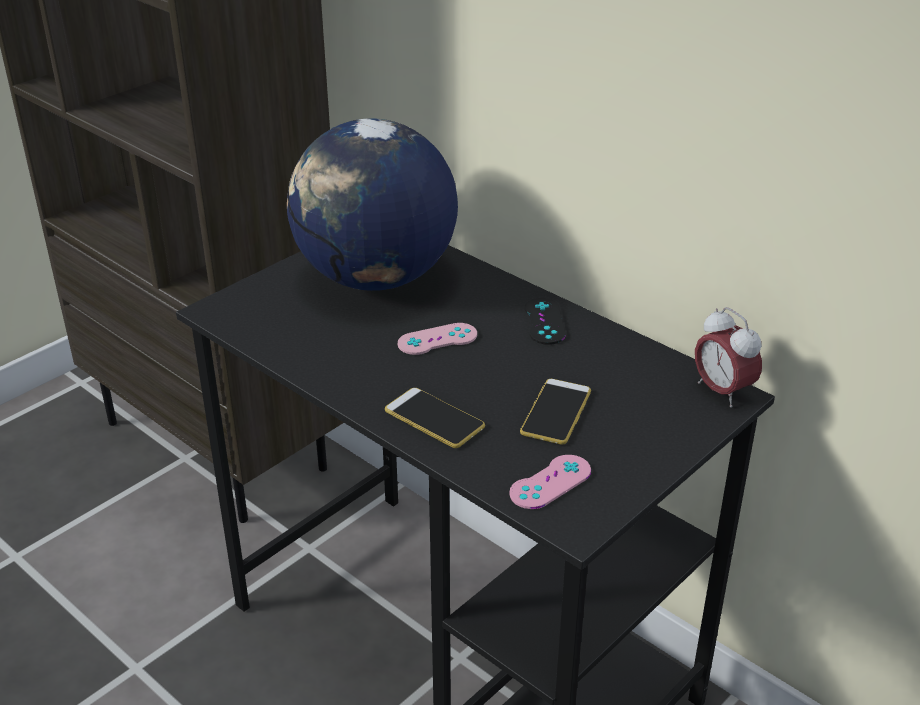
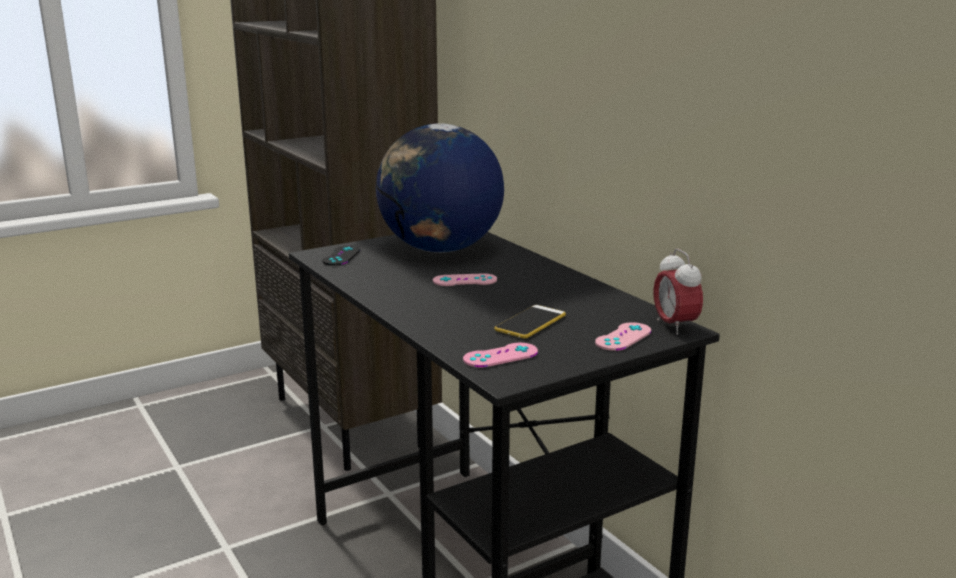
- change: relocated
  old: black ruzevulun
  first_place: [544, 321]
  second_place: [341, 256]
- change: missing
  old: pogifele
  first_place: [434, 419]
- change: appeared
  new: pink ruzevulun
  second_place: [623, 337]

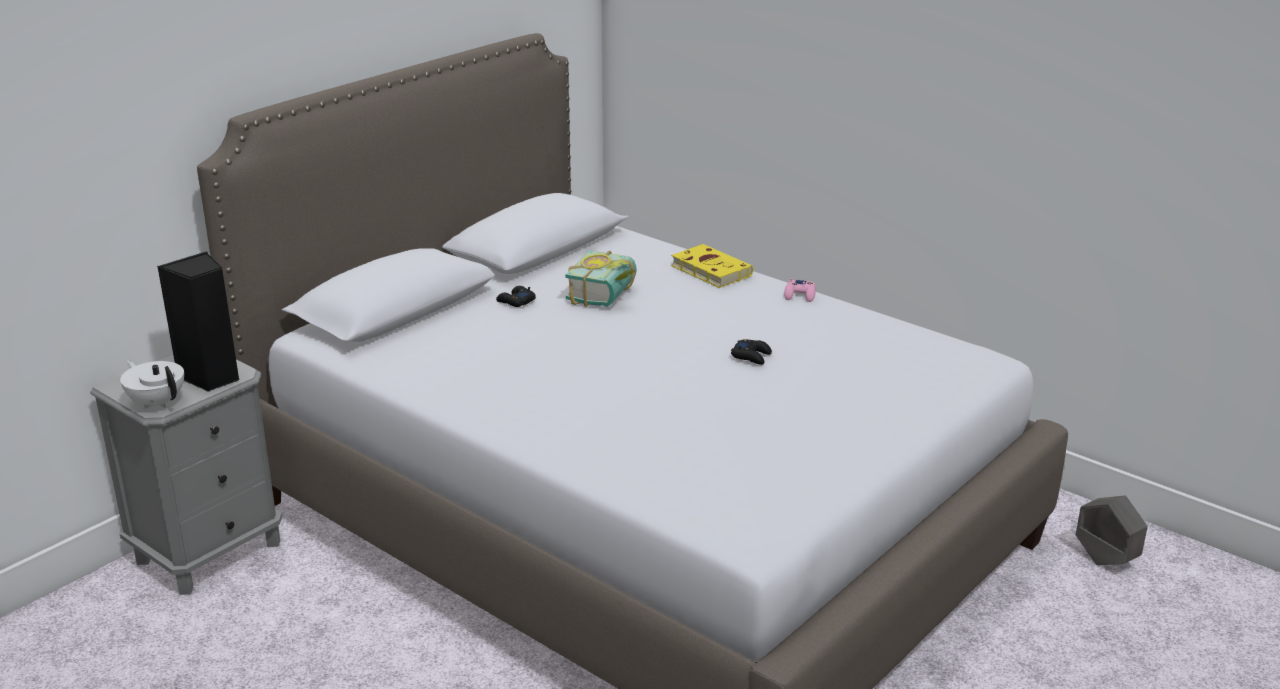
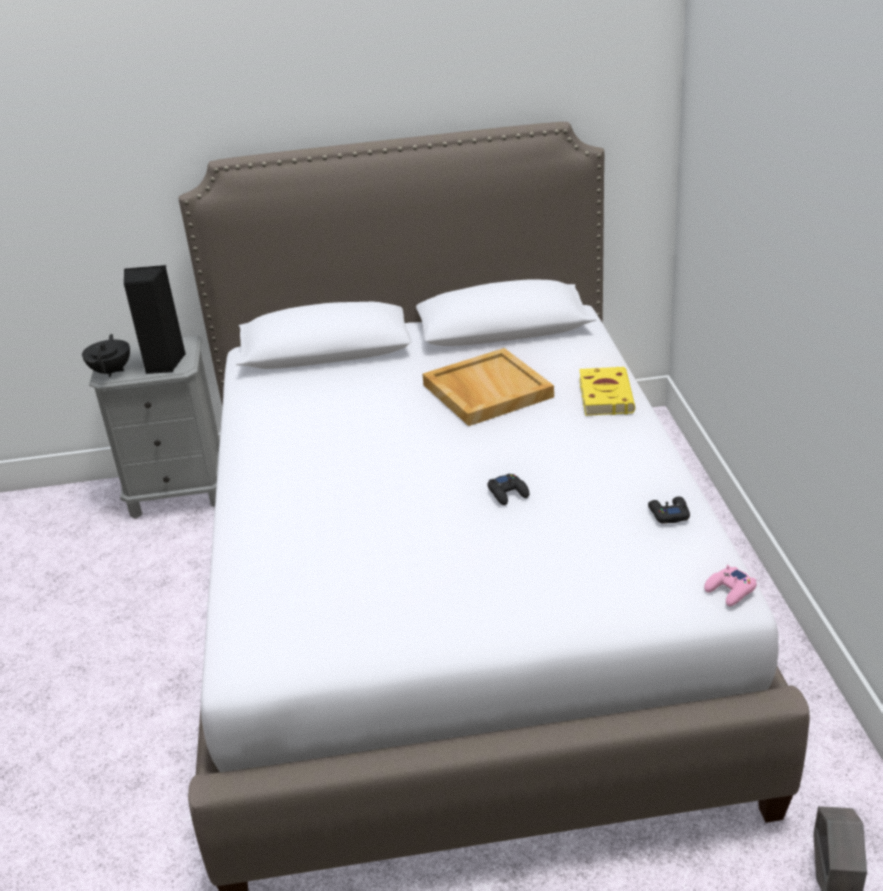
- change: exchanged
  old: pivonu
  new: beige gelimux
  first_place: [608, 296]
  second_place: [486, 391]
- change: relocated
  old: pink ruzevulun
  first_place: [800, 295]
  second_place: [730, 591]
- change: relocated
  old: black ruzevulun
  first_place: [516, 301]
  second_place: [668, 514]
- change: colour
  old: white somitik
  new: black somitik
  first_place: [157, 402]
  second_place: [112, 371]

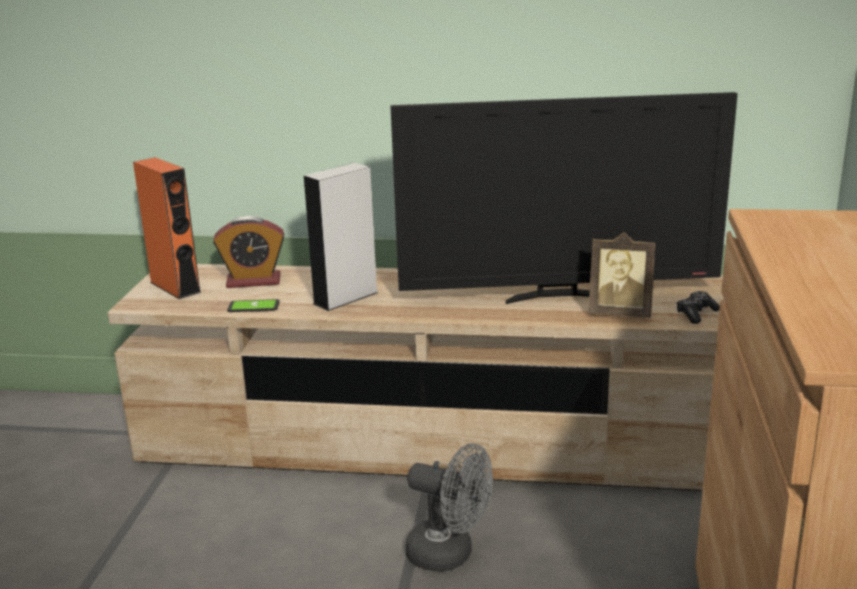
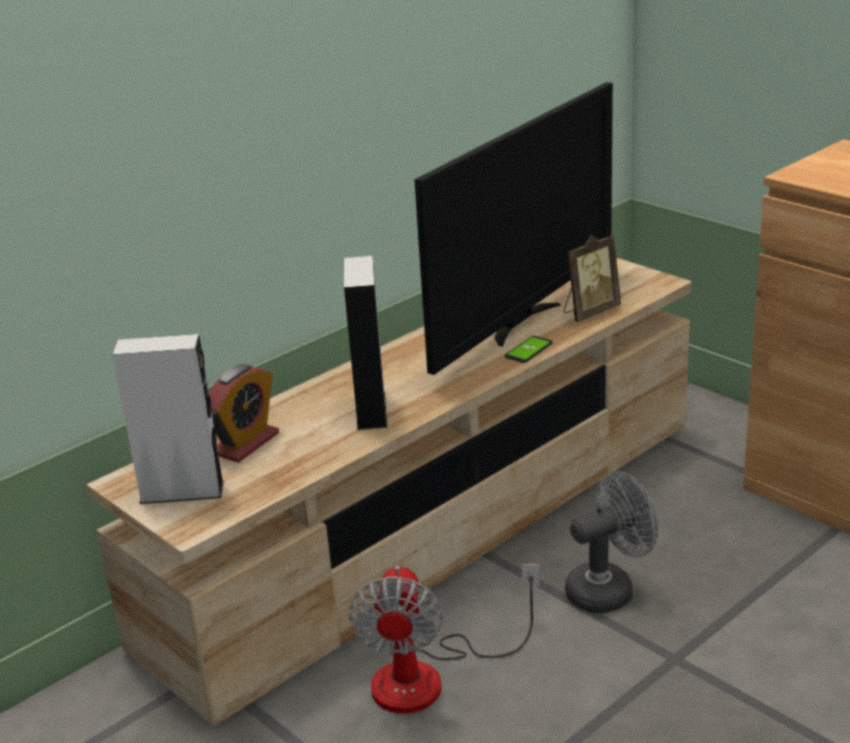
- change: colour
  old: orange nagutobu
  new: grey nagutobu
  first_place: [175, 287]
  second_place: [182, 492]
- change: missing
  old: ruzevulun
  first_place: [696, 314]
- change: relocated
  old: pogifele
  first_place: [253, 307]
  second_place: [528, 350]
- change: appeared
  new: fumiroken
  second_place: [429, 676]

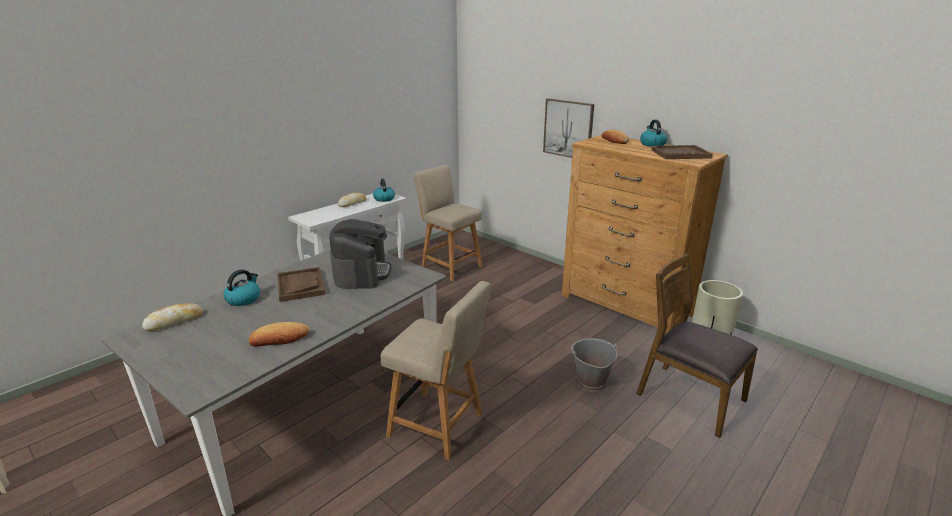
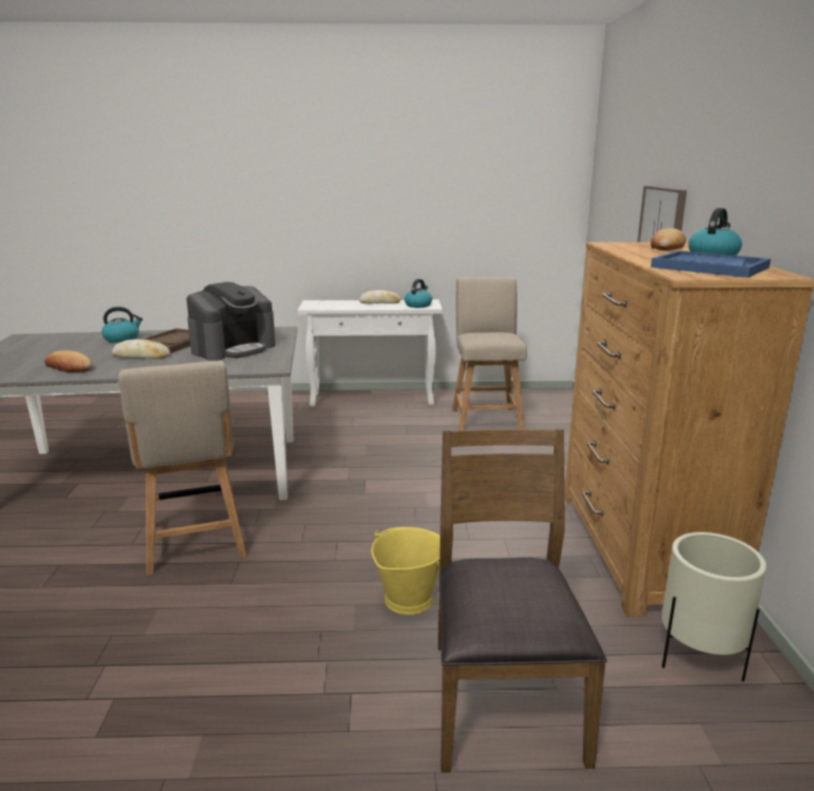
- change: colour
  old: brown gelimux
  new: blue gelimux
  first_place: [680, 154]
  second_place: [709, 267]
- change: relocated
  old: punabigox
  first_place: [174, 321]
  second_place: [141, 356]
- change: colour
  old: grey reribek
  new: yellow reribek
  first_place: [590, 382]
  second_place: [408, 598]

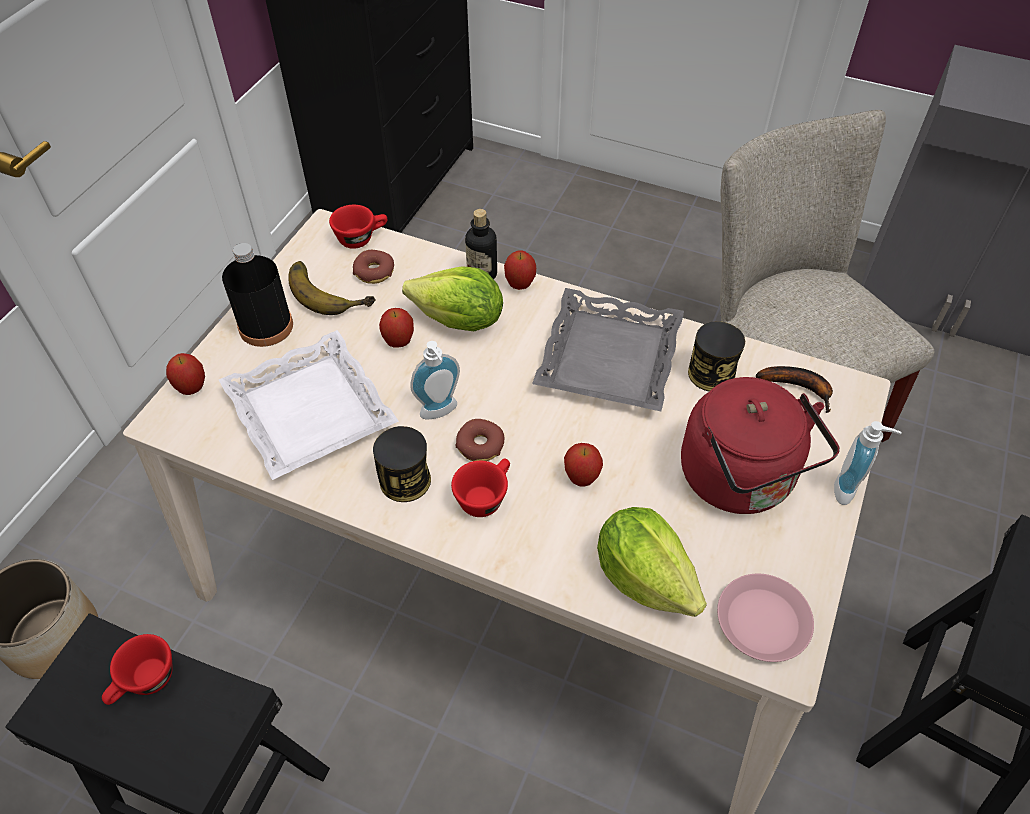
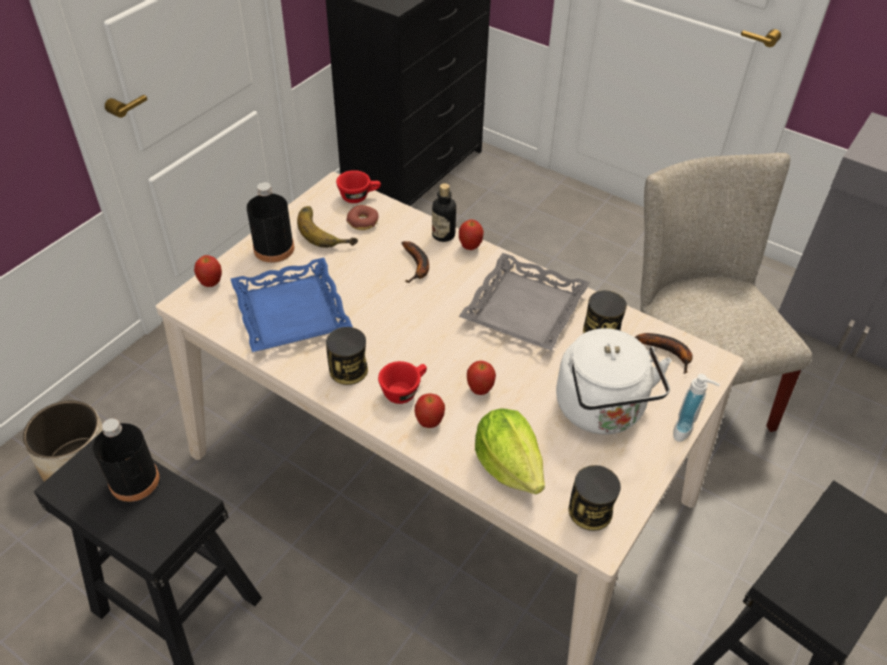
- change: exchanged
  old: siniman
  new: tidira
  first_place: [459, 321]
  second_place: [417, 266]
- change: relocated
  old: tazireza
  first_place: [399, 342]
  second_place: [429, 422]
- change: colour
  old: white gelimux
  new: blue gelimux
  first_place: [308, 412]
  second_place: [290, 312]
- change: missing
  old: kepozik
  first_place: [440, 413]
- change: colour
  old: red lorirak
  new: white lorirak
  first_place: [741, 481]
  second_place: [602, 411]
- change: missing
  old: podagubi
  first_place: [480, 445]
- change: exchanged
  old: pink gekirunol
  new: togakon
  first_place: [762, 621]
  second_place: [590, 511]
- change: exchanged
  old: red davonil
  new: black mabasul
  first_place: [145, 683]
  second_place: [134, 481]

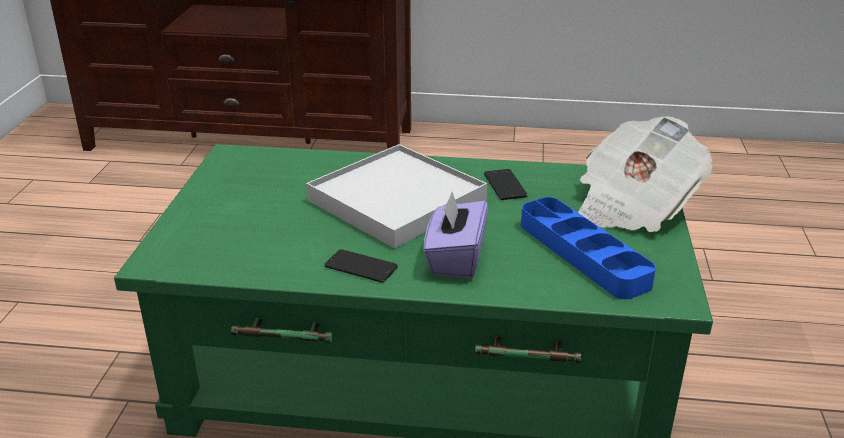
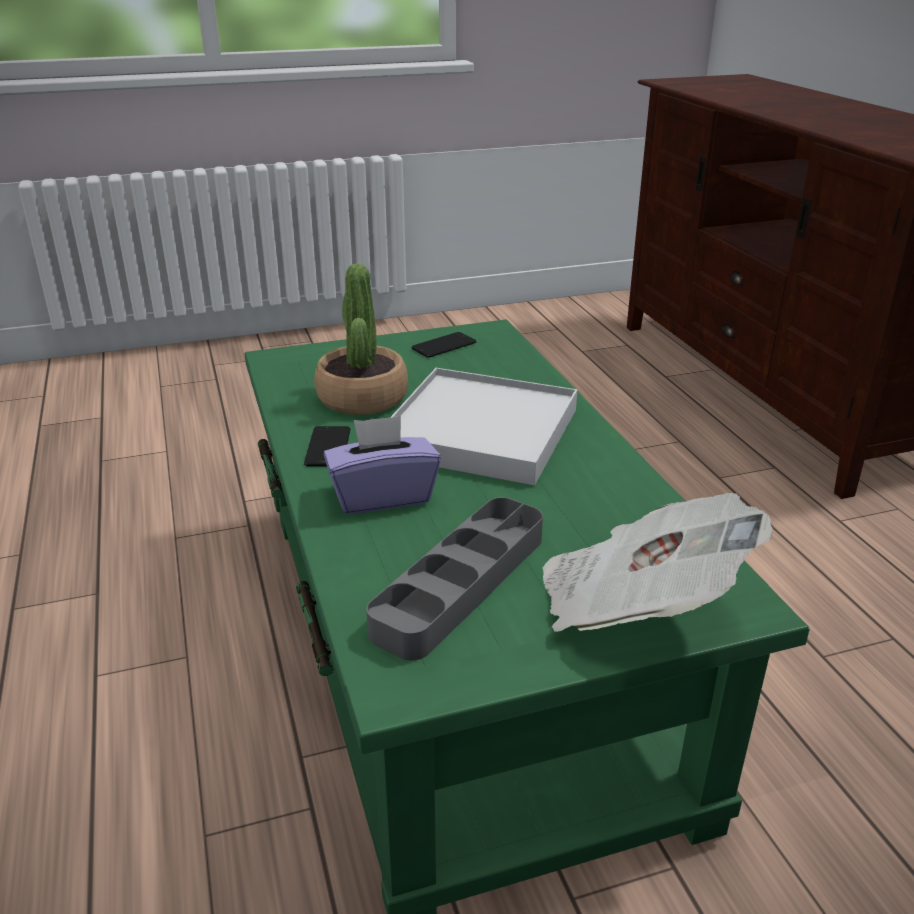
- change: relocated
  old: pogifele
  first_place: [505, 185]
  second_place: [444, 346]
- change: colour
  old: blue gelimux
  new: grey gelimux
  first_place: [583, 253]
  second_place: [460, 583]
- change: appeared
  new: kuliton
  second_place: [362, 397]

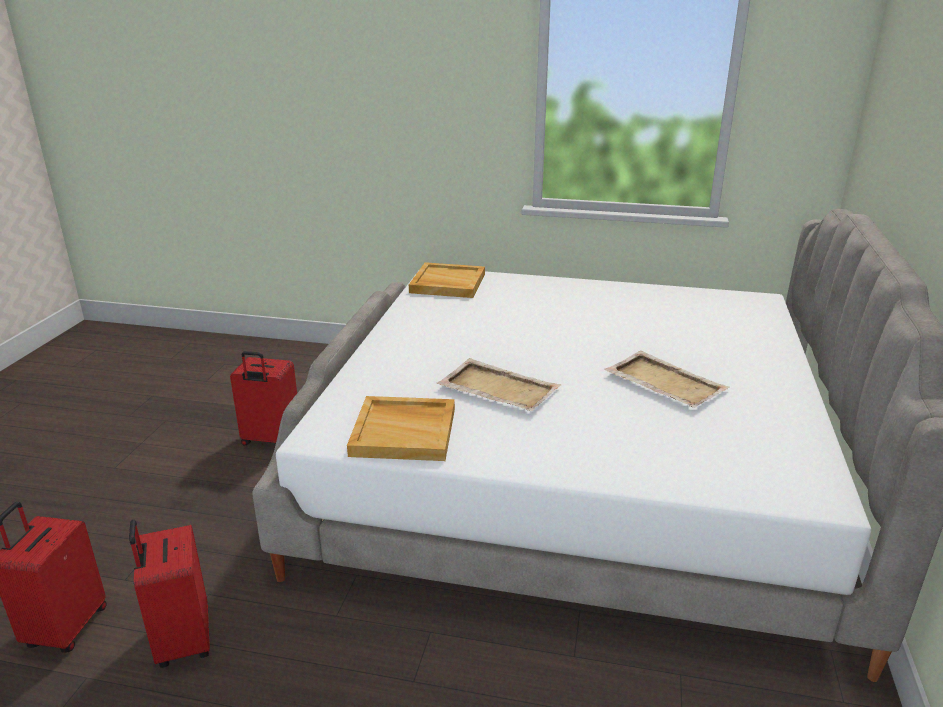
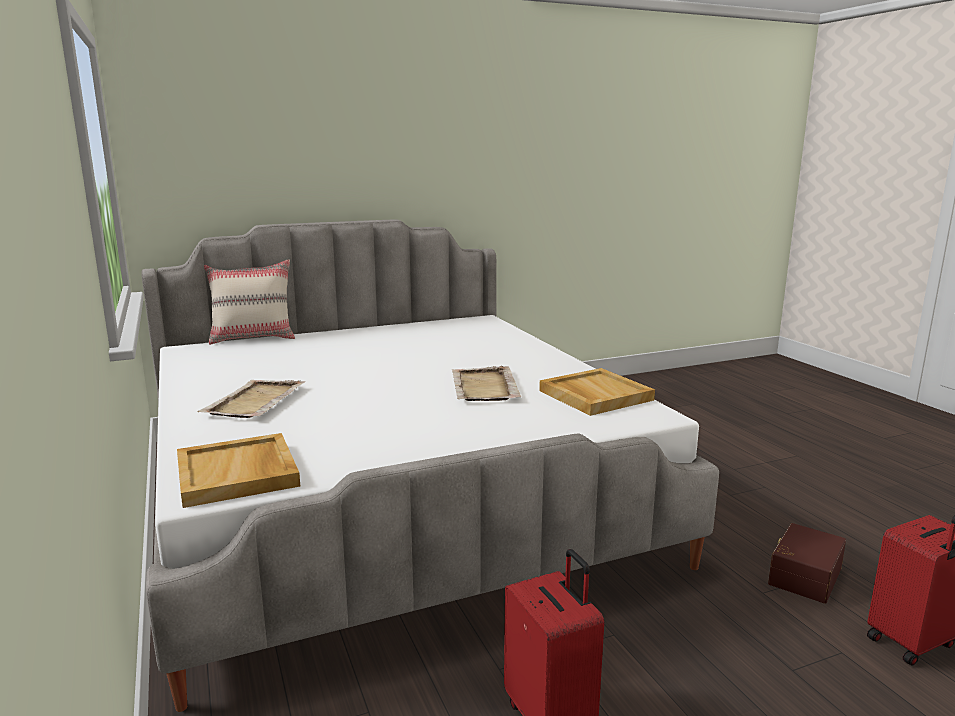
- change: relocated
  old: beige gelimux
  first_place: [664, 382]
  second_place: [254, 402]
- change: exchanged
  old: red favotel
  new: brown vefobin
  first_place: [182, 641]
  second_place: [802, 575]
- change: appeared
  new: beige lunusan
  second_place: [253, 338]

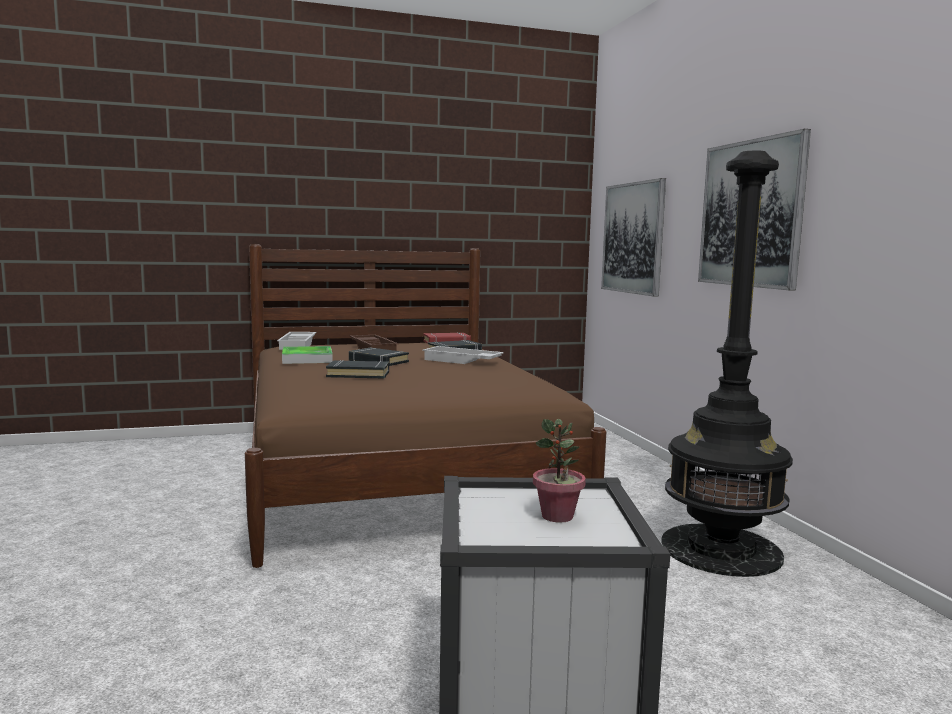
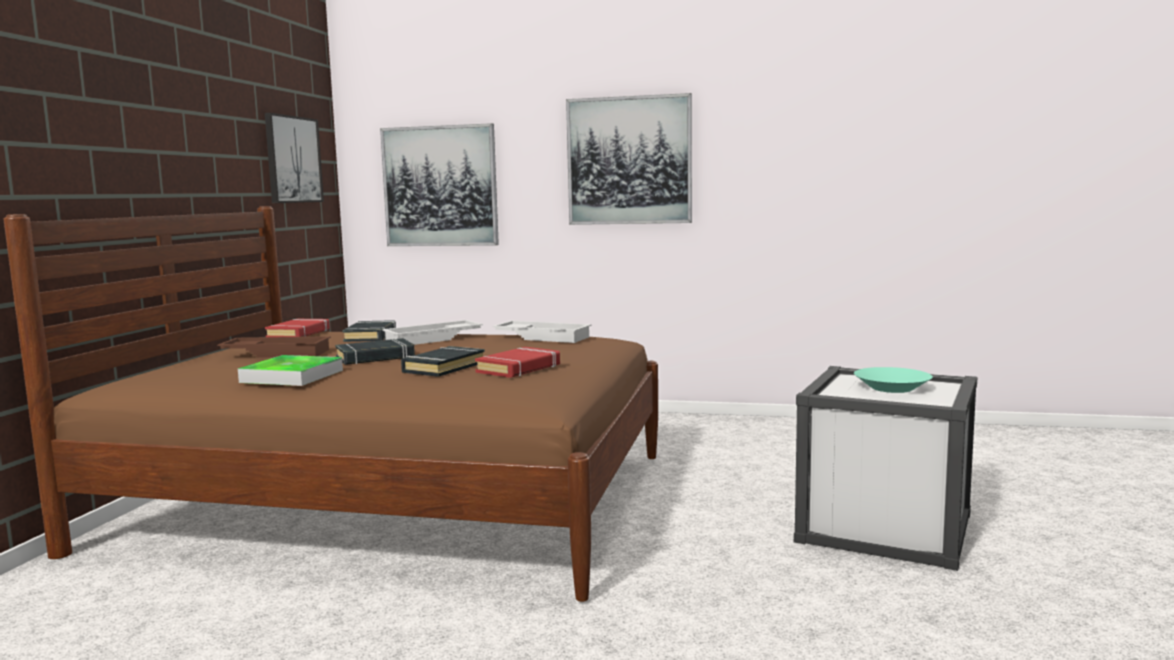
- change: missing
  old: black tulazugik
  first_place: [720, 549]
- change: relocated
  old: white gelimux
  first_place: [298, 345]
  second_place: [543, 337]
- change: exchanged
  old: kuliton
  new: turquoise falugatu
  first_place: [557, 516]
  second_place: [892, 388]
- change: appeared
  new: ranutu
  second_place: [293, 159]
- change: appeared
  new: red pivonu
  second_place: [519, 368]

